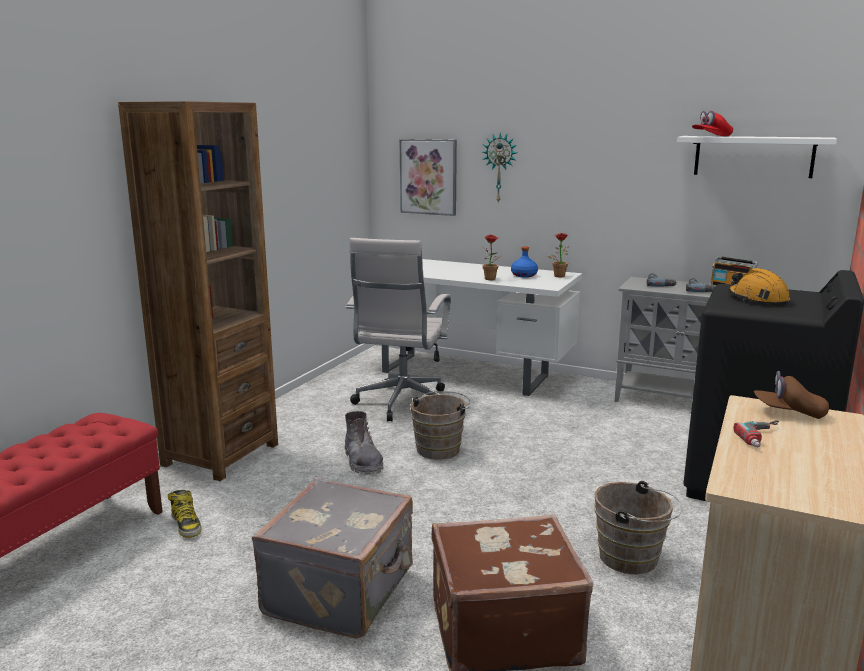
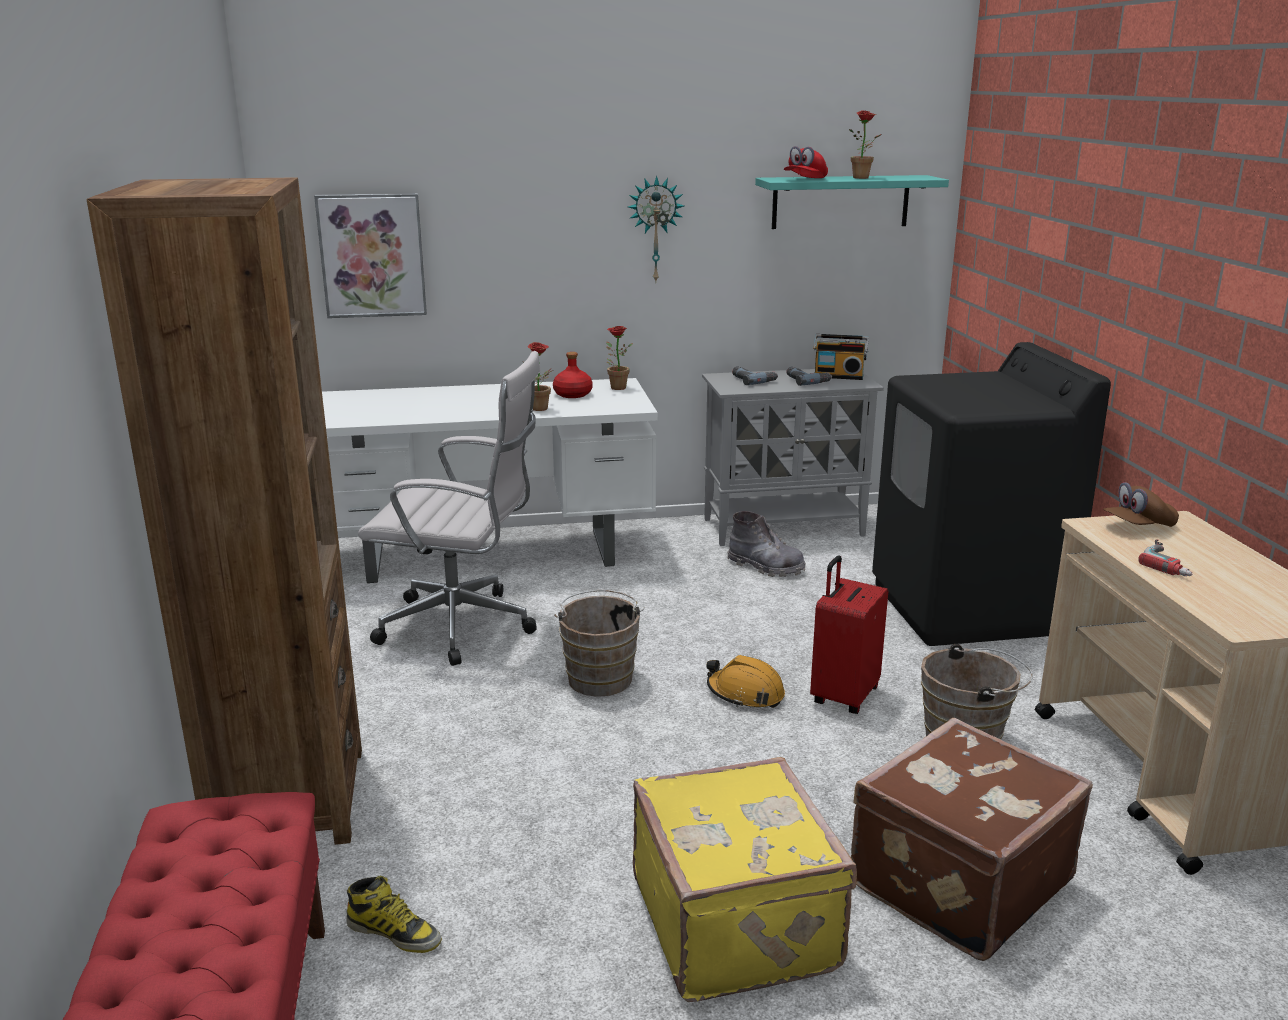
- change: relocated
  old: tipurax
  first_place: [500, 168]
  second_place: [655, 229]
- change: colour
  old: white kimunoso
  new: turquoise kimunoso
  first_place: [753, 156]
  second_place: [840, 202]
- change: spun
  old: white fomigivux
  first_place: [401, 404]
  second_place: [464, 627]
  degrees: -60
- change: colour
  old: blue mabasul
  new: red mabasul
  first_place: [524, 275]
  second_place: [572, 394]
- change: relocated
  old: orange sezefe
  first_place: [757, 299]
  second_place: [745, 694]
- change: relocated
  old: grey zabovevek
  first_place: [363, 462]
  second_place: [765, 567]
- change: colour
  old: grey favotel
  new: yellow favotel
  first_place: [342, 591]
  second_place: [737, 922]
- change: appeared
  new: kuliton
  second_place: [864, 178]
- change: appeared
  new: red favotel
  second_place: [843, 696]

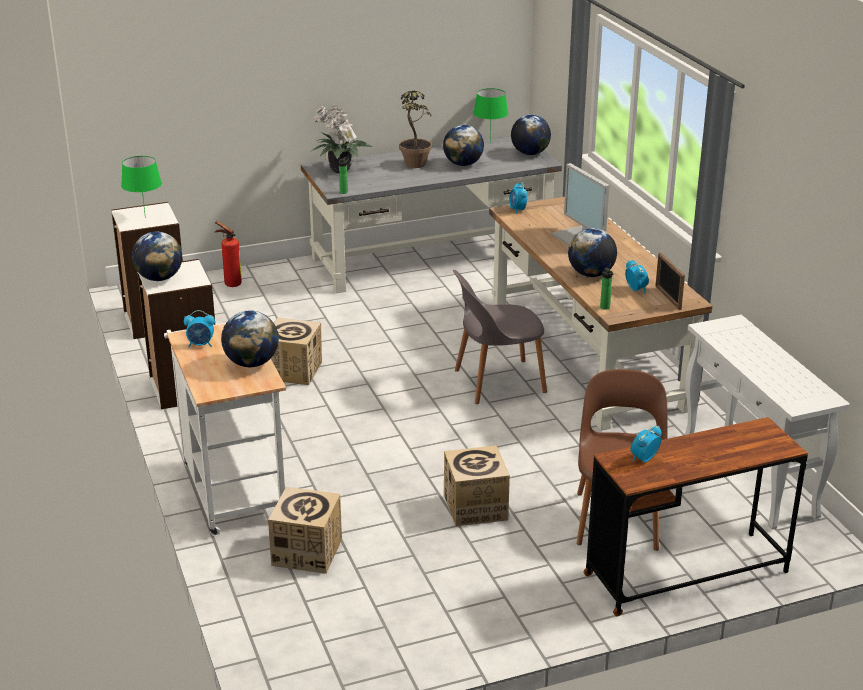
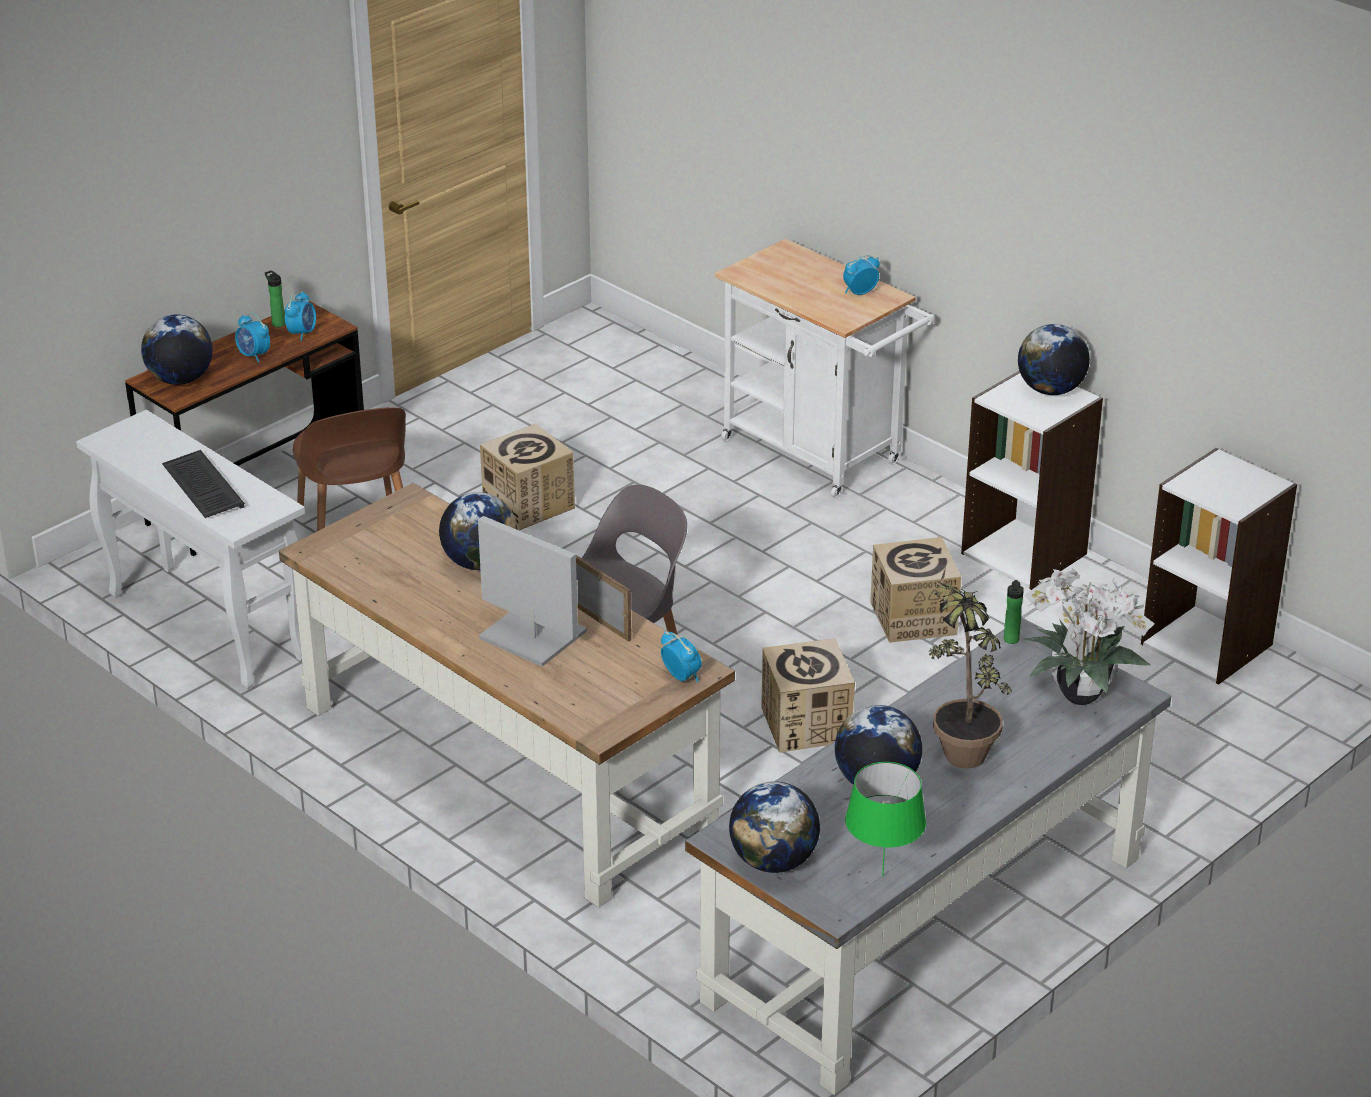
- change: missing
  old: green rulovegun
  first_place: [145, 217]
- change: missing
  old: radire
  first_place: [230, 284]
- change: relocated
  old: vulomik
  first_place: [667, 298]
  second_place: [602, 622]
- change: relocated
  old: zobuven
  first_place: [636, 289]
  second_place: [254, 355]
- change: relocated
  old: mabasul
  first_place: [605, 308]
  second_place: [277, 323]
- change: relocated
  old: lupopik
  first_place: [252, 363]
  second_place: [180, 379]
- change: relocated
  old: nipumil
  first_place: [307, 552]
  second_place: [806, 724]
- change: appeared
  new: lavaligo
  second_place: [201, 487]

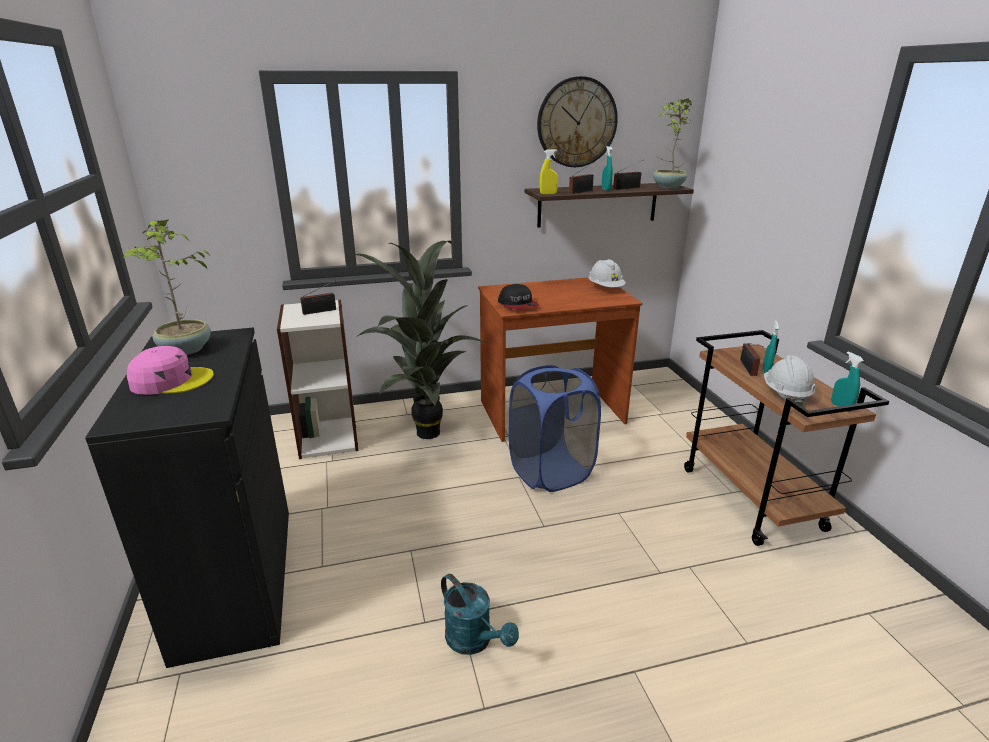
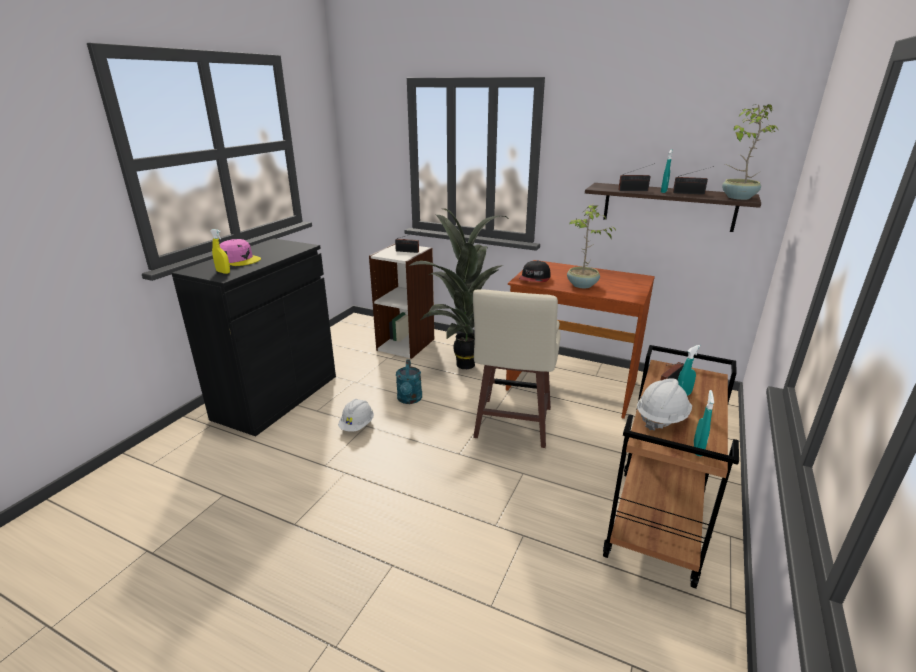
- change: missing
  old: tipurax
  first_place: [576, 122]
- change: relocated
  old: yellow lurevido
  first_place: [548, 194]
  second_place: [223, 272]
- change: relocated
  old: kuliton
  first_place: [185, 350]
  second_place: [582, 285]
- change: relocated
  old: white sezefe
  first_place: [605, 288]
  second_place: [357, 425]
- change: exchanged
  old: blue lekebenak
  new: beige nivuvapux
  first_place: [551, 472]
  second_place: [512, 424]
- change: relocated
  old: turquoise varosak
  first_place: [474, 641]
  second_place: [409, 399]

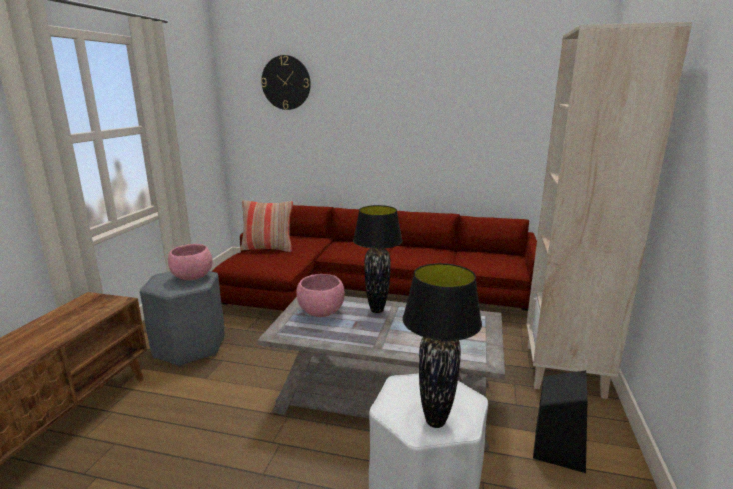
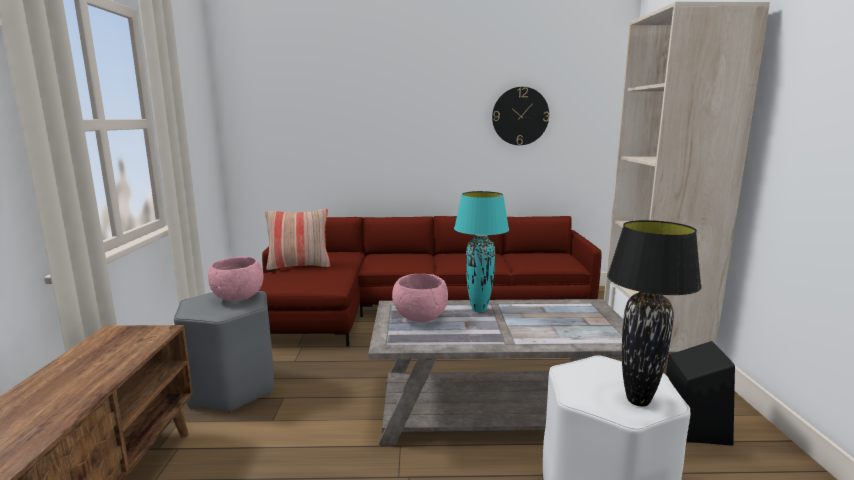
- change: relocated
  old: tipurax
  first_place: [286, 82]
  second_place: [520, 116]
- change: colour
  old: black rulovegun
  new: turquoise rulovegun
  first_place: [377, 310]
  second_place: [479, 310]

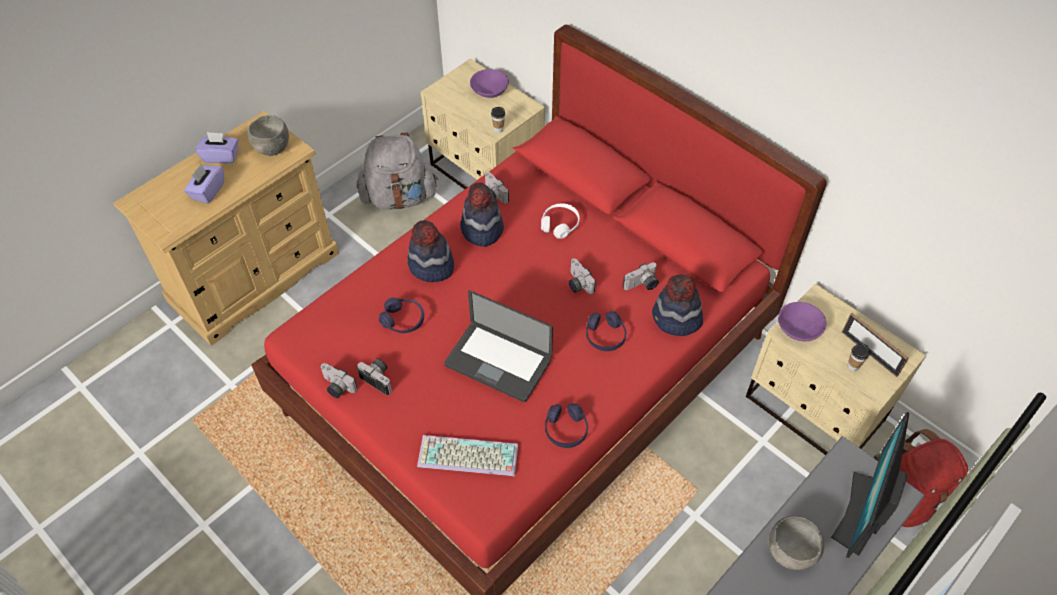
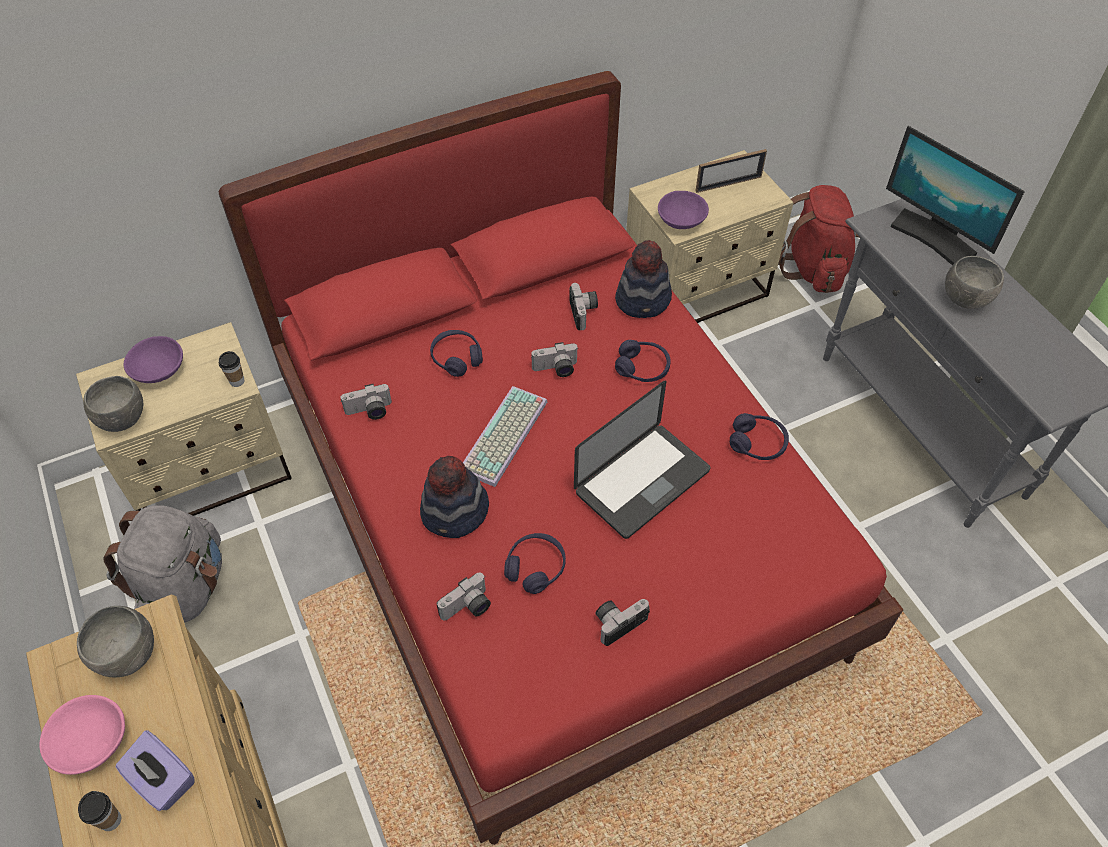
- change: exchanged
  old: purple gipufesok
  new: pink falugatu
  first_place: [221, 156]
  second_place: [92, 743]
- change: missing
  old: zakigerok
  first_place: [481, 229]
- change: colour
  old: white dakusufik
  new: purple dakusufik
  first_place: [560, 225]
  second_place: [456, 358]
- change: relocated
  old: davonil
  first_place: [853, 366]
  second_place: [110, 820]
- change: relocated
  old: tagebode
  first_place: [336, 387]
  second_place: [468, 608]
- change: relocated
  old: lavaligo
  first_place: [466, 457]
  second_place: [505, 438]
- change: appeared
  new: grey falugatu
  second_place: [122, 419]

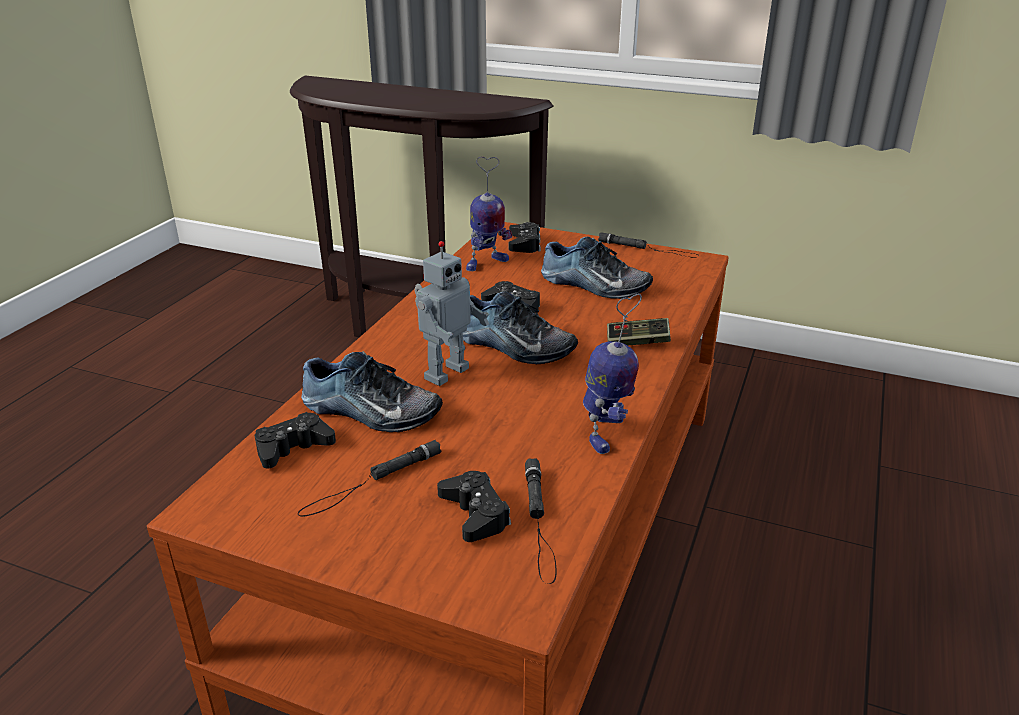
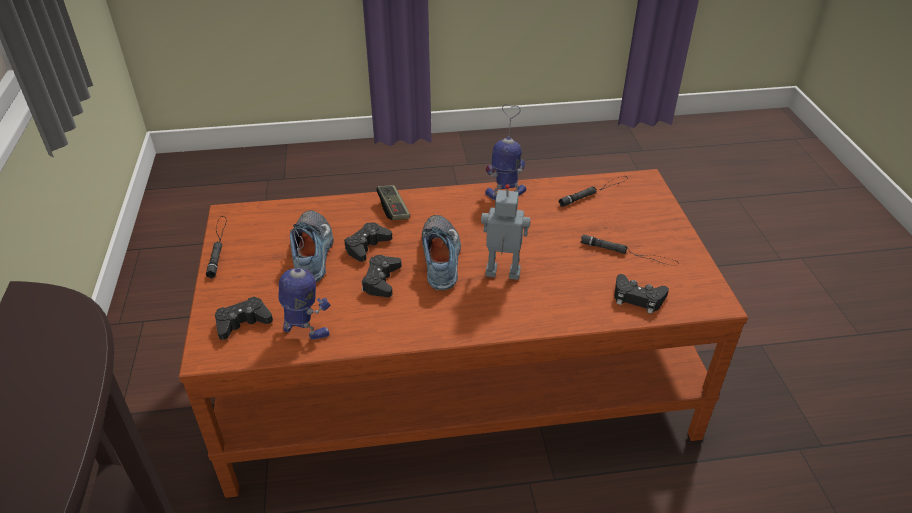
- change: missing
  old: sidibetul
  first_place: [370, 412]
- change: relocated
  old: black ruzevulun
  first_place: [475, 513]
  second_place: [367, 246]

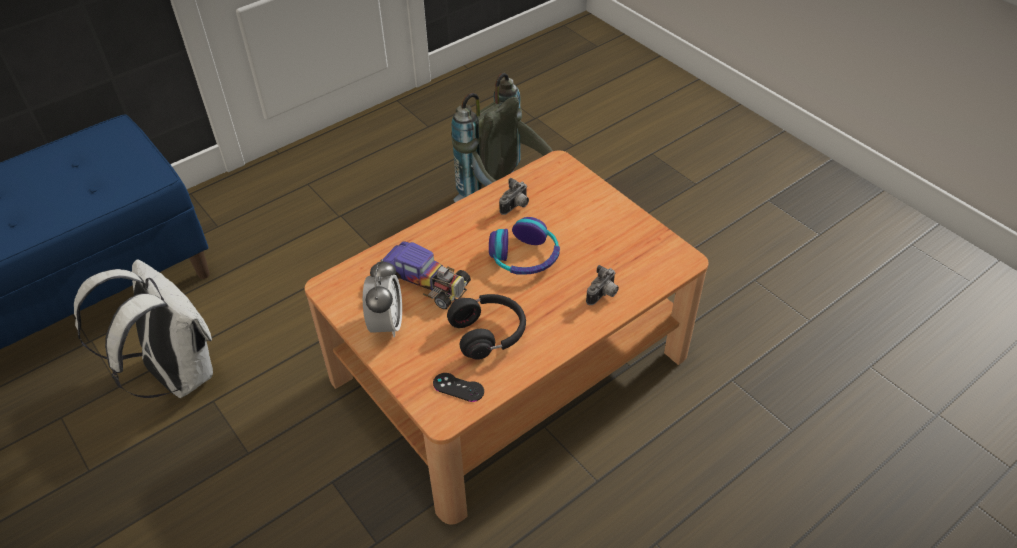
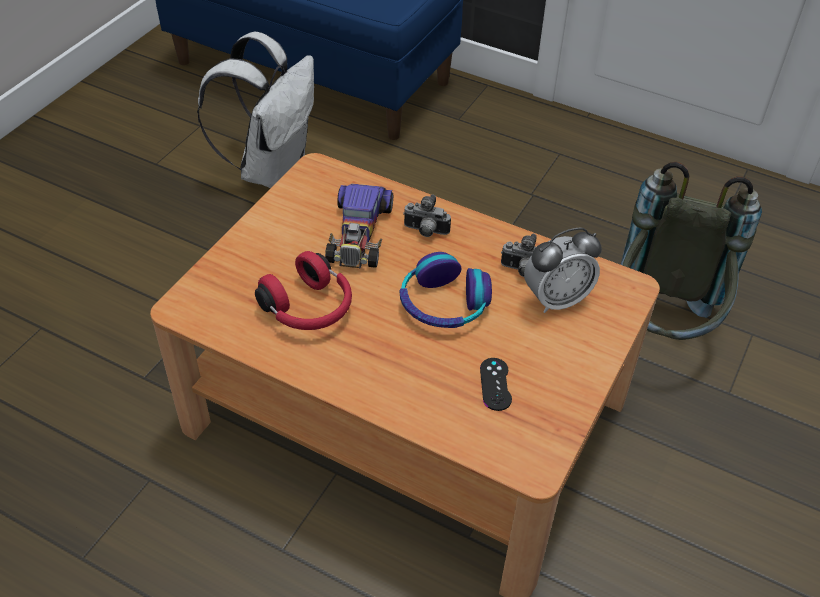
- change: relocated
  old: zobuven
  first_place: [386, 324]
  second_place: [556, 299]
- change: relocated
  old: tagebode
  first_place: [603, 295]
  second_place: [425, 232]
- change: colour
  old: black dakusufik
  new: red dakusufik
  first_place: [489, 333]
  second_place: [309, 309]
- change: relocated
  old: black ruzevulun
  first_place: [458, 387]
  second_place: [495, 384]

